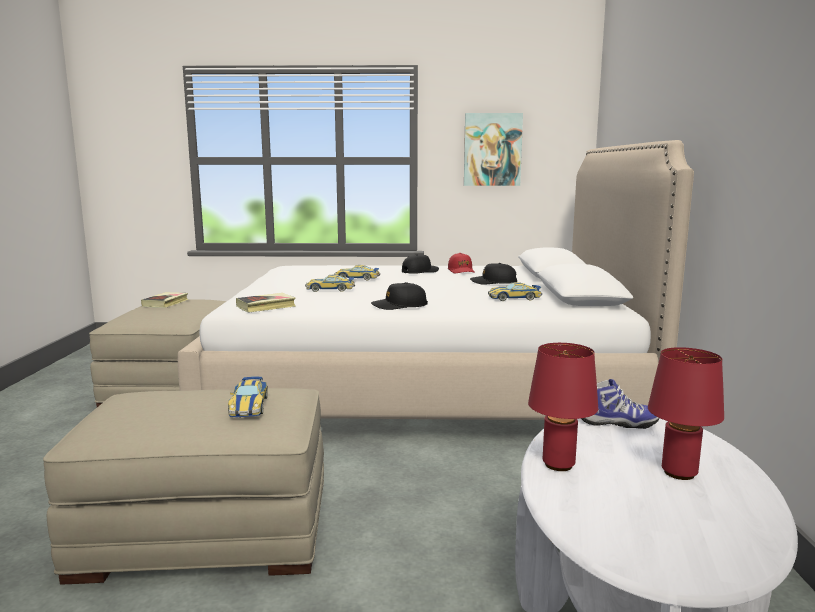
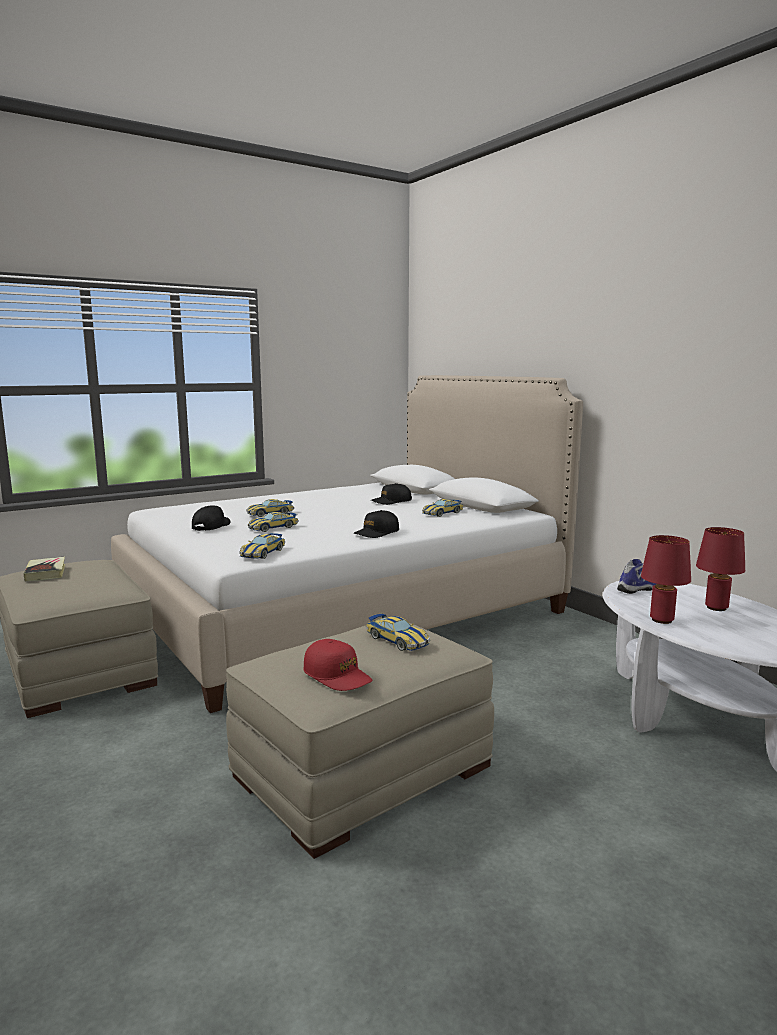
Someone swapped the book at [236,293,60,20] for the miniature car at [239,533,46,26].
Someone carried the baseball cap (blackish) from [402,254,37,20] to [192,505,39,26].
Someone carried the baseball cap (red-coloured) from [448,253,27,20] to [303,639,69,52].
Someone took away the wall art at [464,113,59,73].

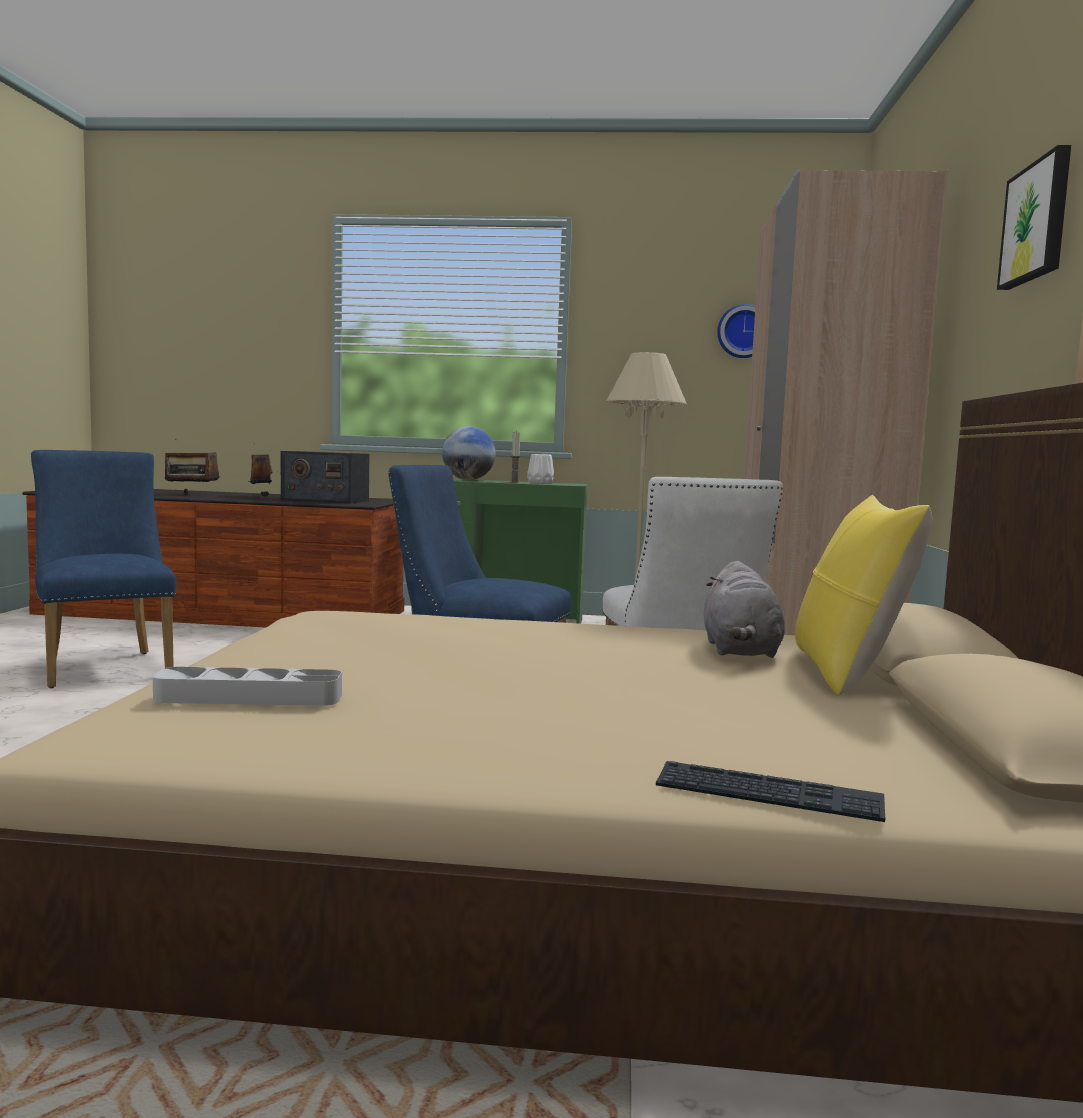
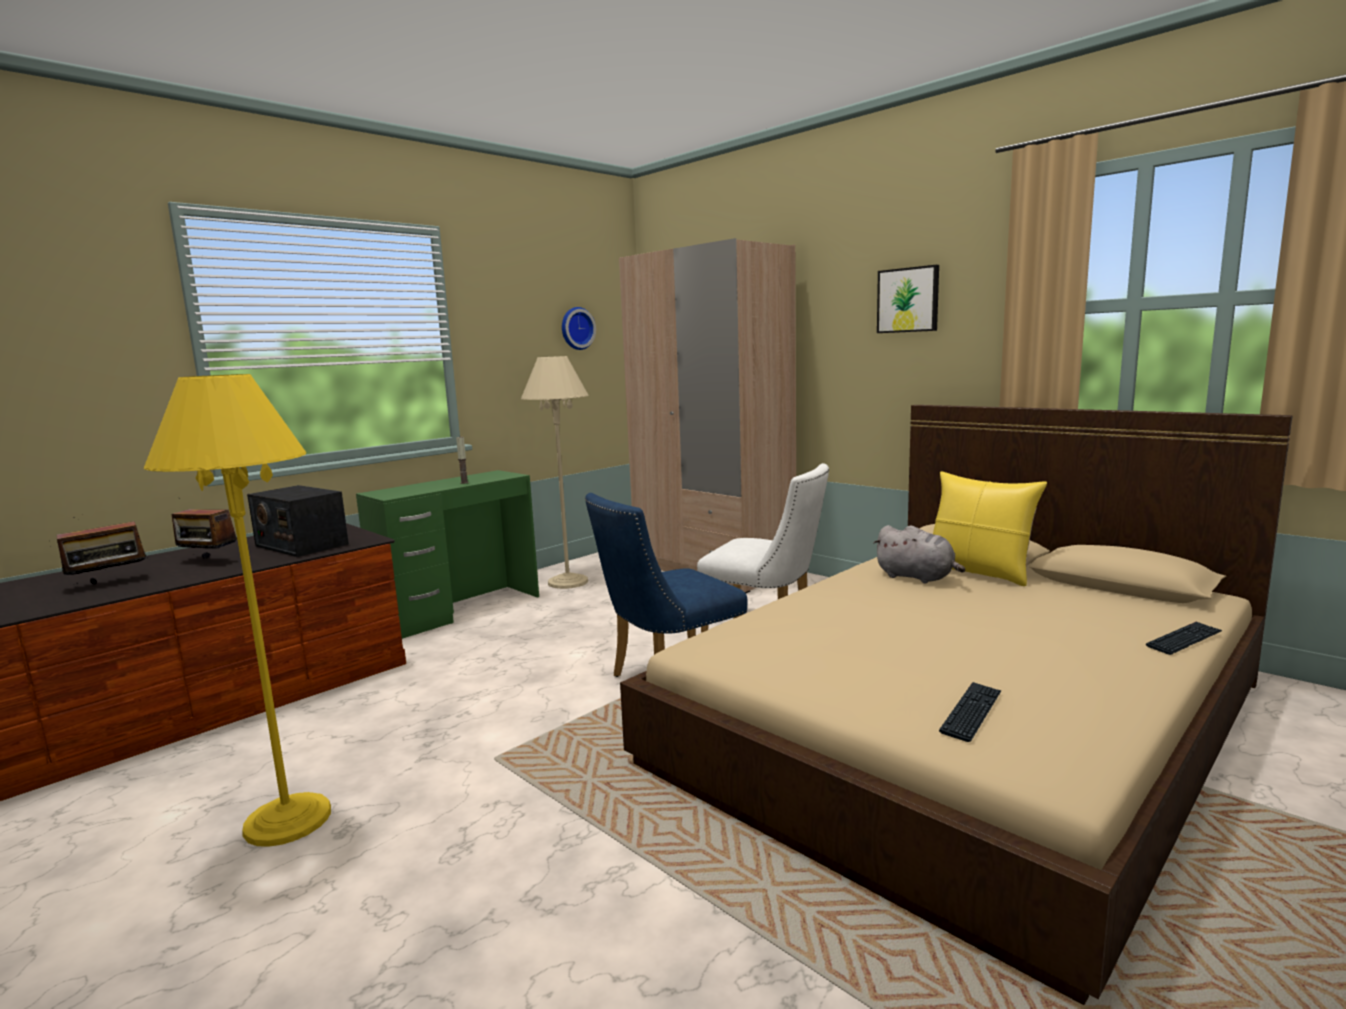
Someone swapped the plain chair (bluish) at [31,450,145,238] for the standing lamp (yellow) at [144,374,187,473].
Someone swapped the carrying tray (greyish) at [153,667,189,39] for the computer keyboard at [939,682,62,60].
Someone rotated the radio set at [281,451,88,52] by 75 degrees clockwise.
Someone took away the world globe at [442,426,54,54].
Someone took away the flower vase (white-coloured) at [527,454,27,30].

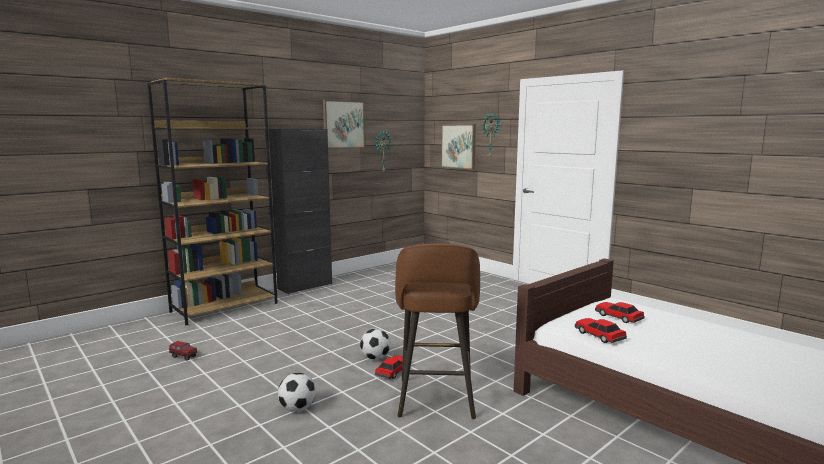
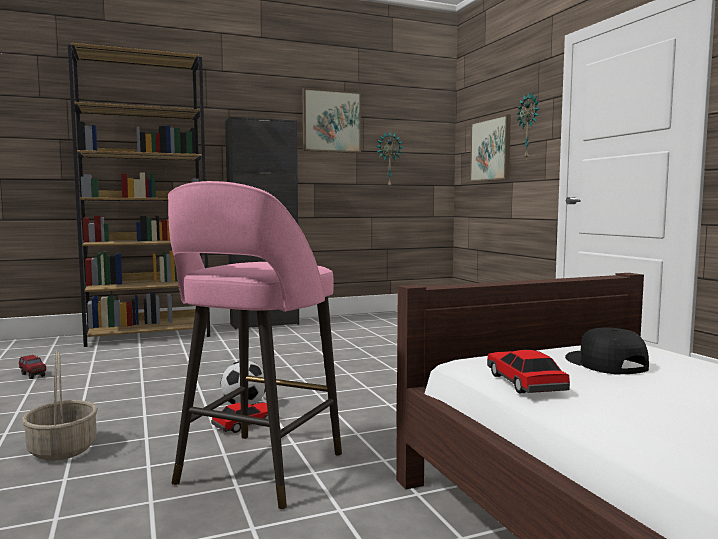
Someone swapped the football ball at [278,373,38,39] for the basket at [22,350,76,111].
Someone repainted the stool (brown) at [395,244,85,175], which became the stool (pinkish) at [168,181,174,329].
Someone swapped the miniature car at [595,302,50,21] for the baseball cap (blackish) at [565,328,84,47].

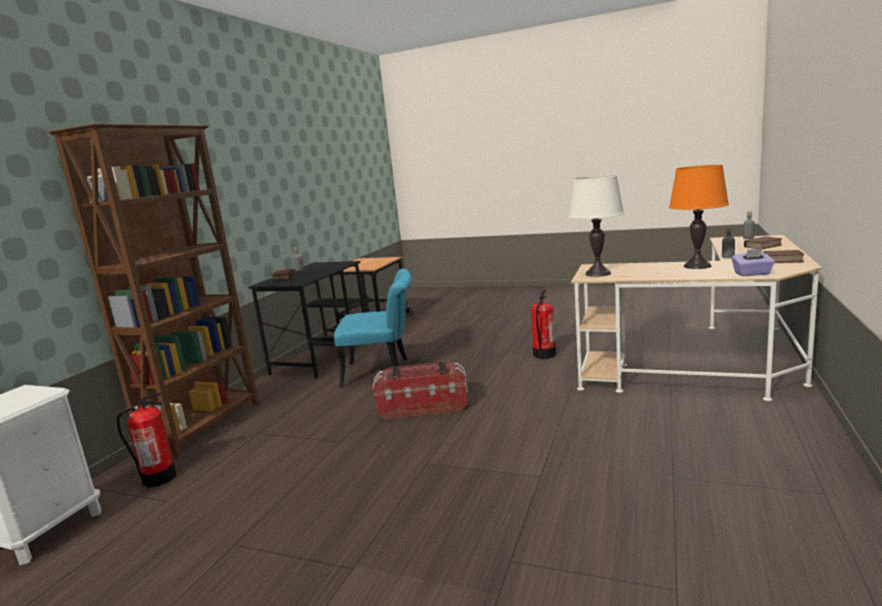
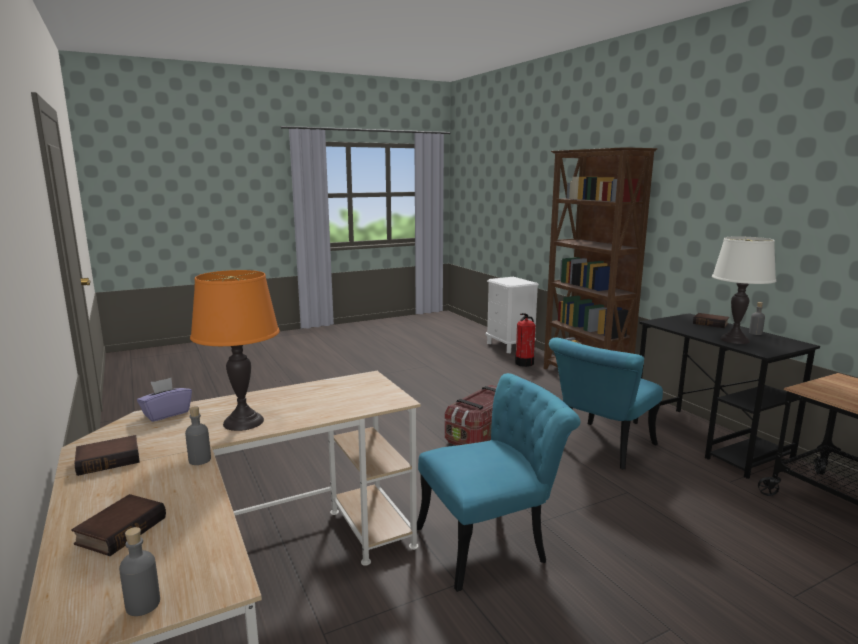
Someone swapped the fire extinguisher at [531,289,25,70] for the plain chair (turquoise-coloured) at [417,373,163,219].
Someone carried the tabletop lamp (white-coloured) from [569,175,55,102] to [712,236,64,108].

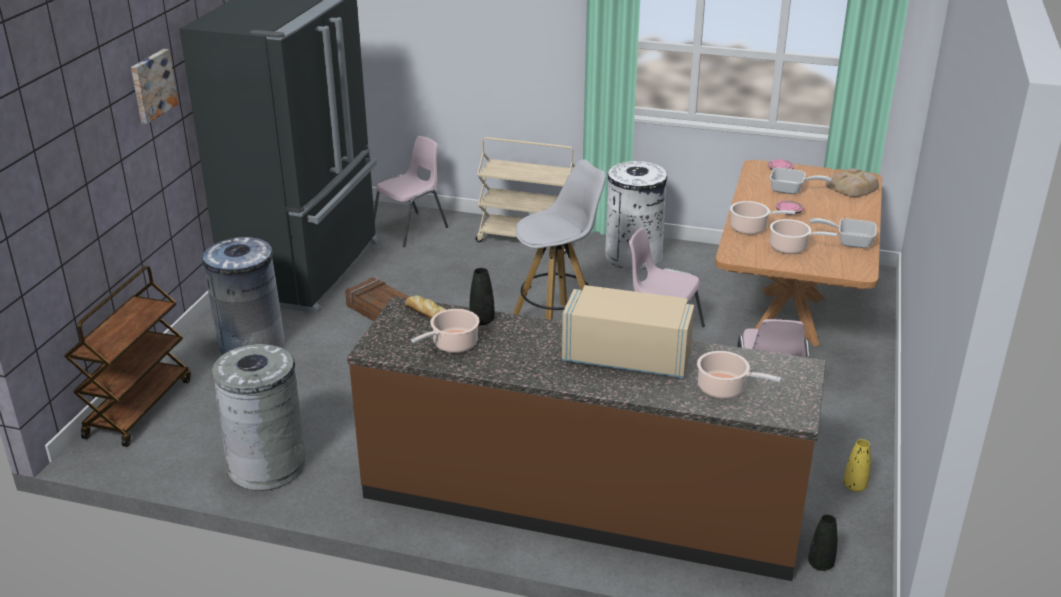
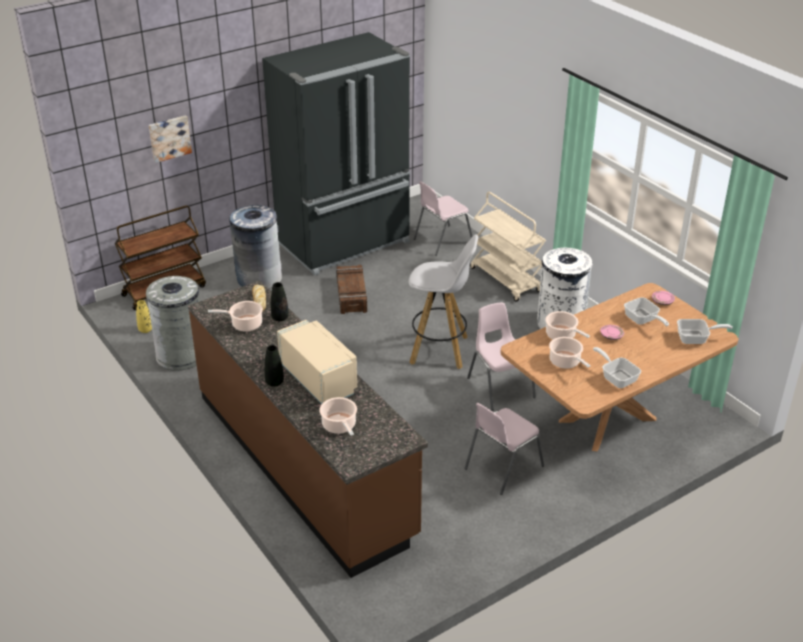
Someone carried the wall art from [131,49,47,75] to [149,115,43,48].
Someone rotated the plain chair (pinkish) at [374,136,74,111] by 150 degrees clockwise.
Someone carried the flower vase (blackish) from [808,514,29,57] to [264,345,20,42].
Someone swapped the baked bread at [826,168,53,29] for the skillet at [677,319,56,25].
Someone carried the flower vase (yellow) from [844,439,27,53] to [136,300,16,33].

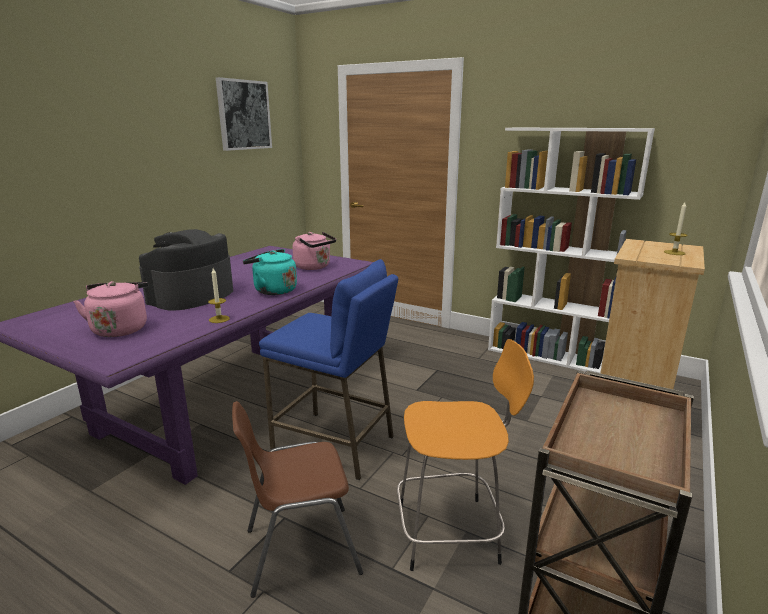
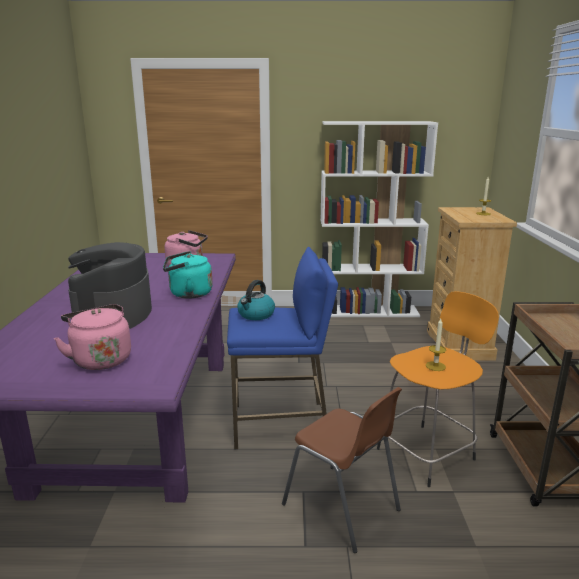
Someone carried the wax light from [208,268,22,55] to [426,319,20,52].
Someone took away the wall art at [216,77,56,74].
Someone rotated the plain chair (brown) at [232,401,131,197] by 90 degrees counterclockwise.
Someone put down the tea kettle at [237,280,38,40].

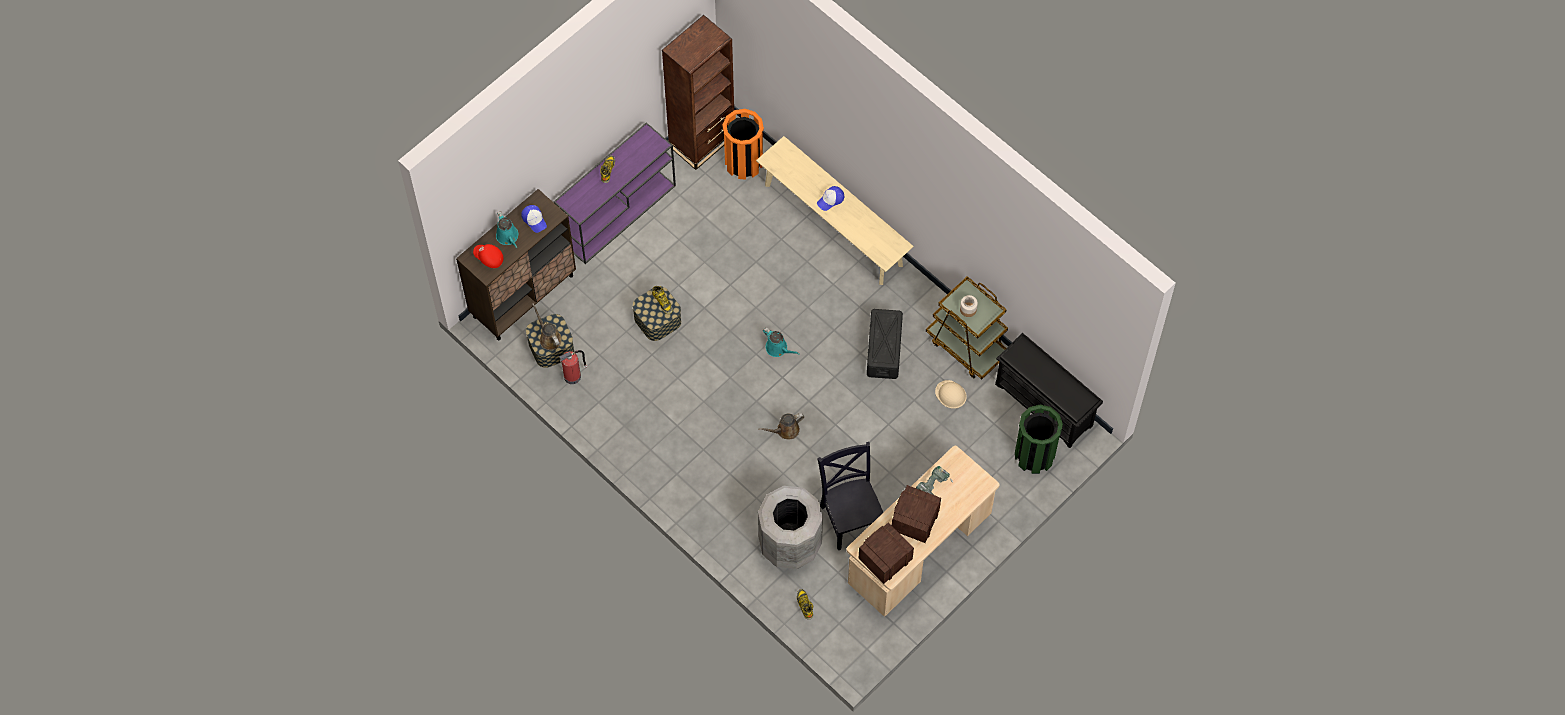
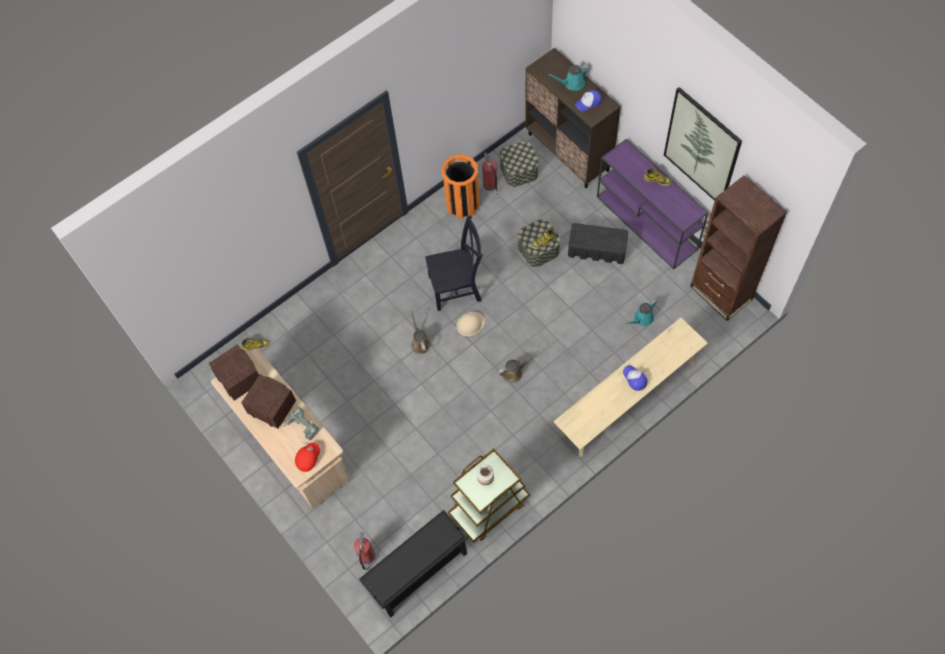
Someone carried the baseball cap (red-coloured) from [473,244,30,24] to [295,442,25,30].
Someone carried the watering can (brown) from [532,303,30,47] to [498,350,41,33].
Someone carried the waste bin (orange) from [723,109,41,71] to [442,154,38,65].
Someone took away the waste bin (greyish) at [758,486,65,83].
Someone carried the watering can (turquoise-coloured) from [763,327,37,30] to [626,299,31,27].
Someone carried the plain chair (blackish) from [818,442,65,108] to [425,215,58,96].
Someone carried the storage bin (blackish) from [867,309,36,70] to [568,223,60,41].
Someone carried the work helmet (beige) from [935,380,32,29] to [457,312,28,24].
Someone swapped the waste bin (green-coloured) at [1015,405,48,69] for the fire extinguisher at [354,532,21,40].
Someone put up the wall art at [664,87,78,114].

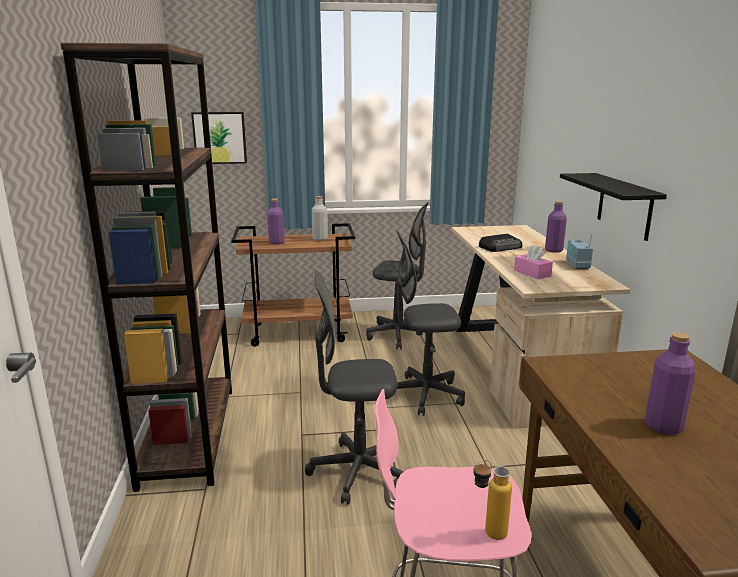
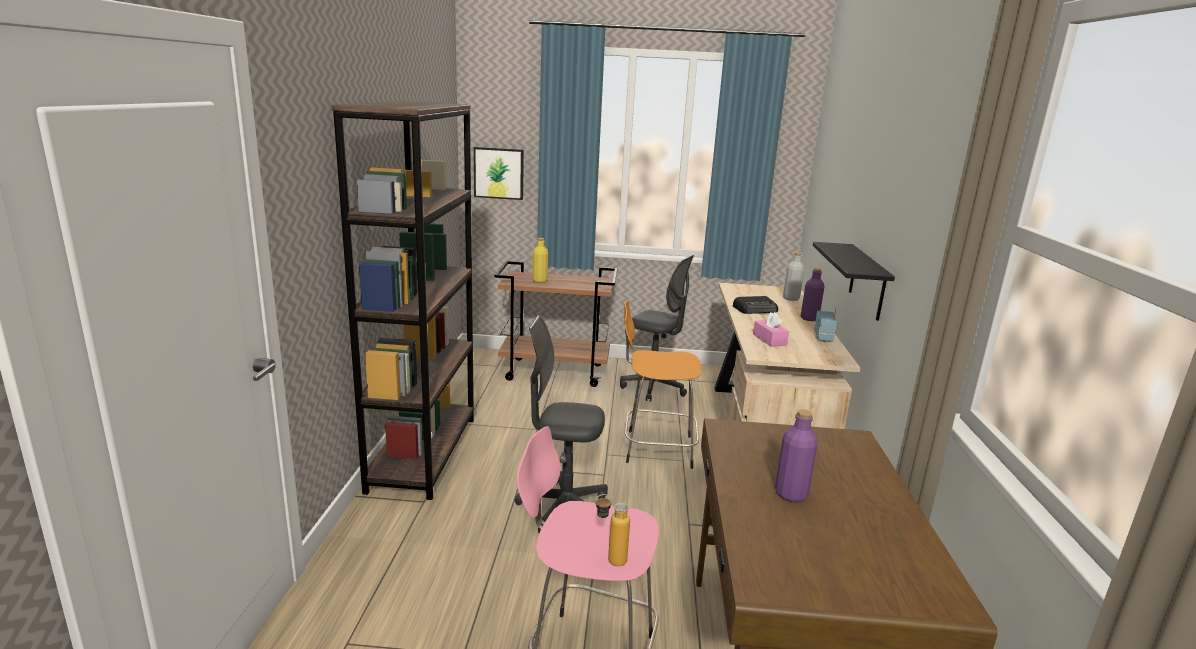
Someone repainted the drink bottle (purple-coloured) at [267,199,18,46], which became the drink bottle (yellow) at [532,238,16,45].
Someone carried the drink bottle (greyish) from [311,196,17,45] to [783,252,21,49].
Someone swapped the desk chair (greyish) at [397,231,68,185] for the stool (orange) at [624,300,78,169].

